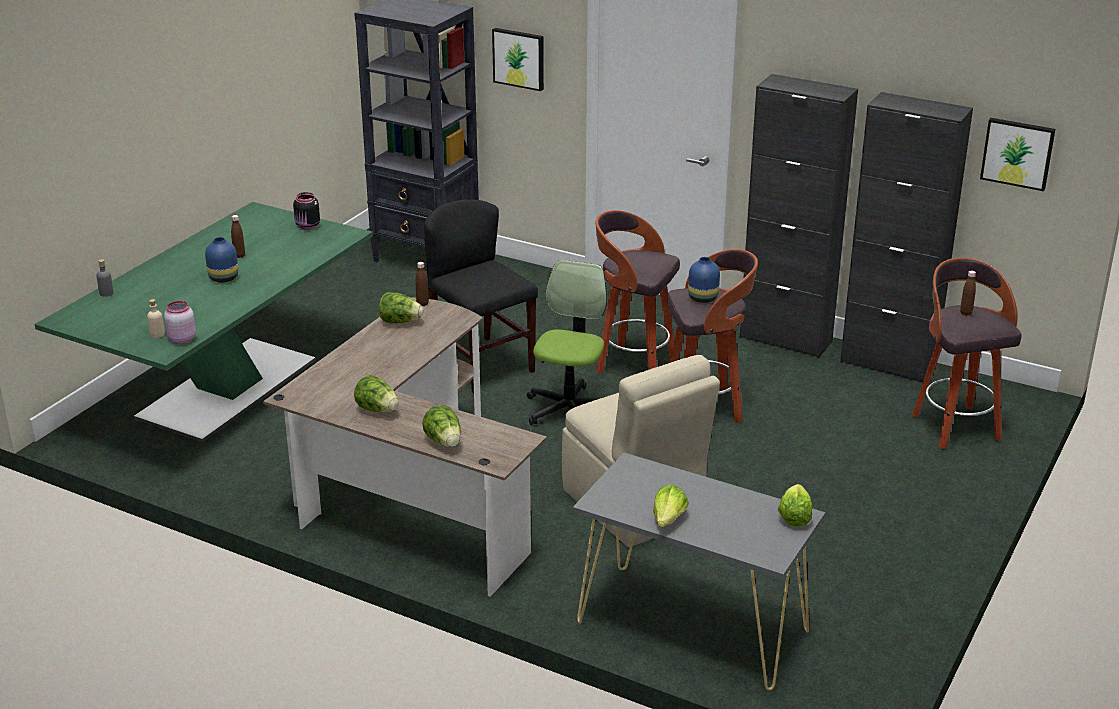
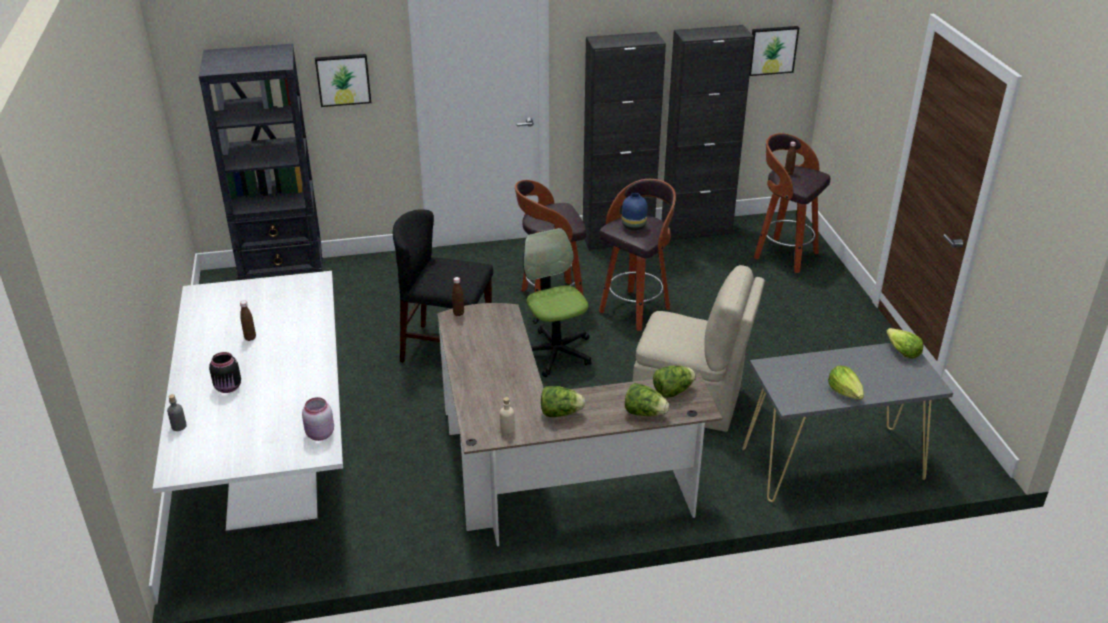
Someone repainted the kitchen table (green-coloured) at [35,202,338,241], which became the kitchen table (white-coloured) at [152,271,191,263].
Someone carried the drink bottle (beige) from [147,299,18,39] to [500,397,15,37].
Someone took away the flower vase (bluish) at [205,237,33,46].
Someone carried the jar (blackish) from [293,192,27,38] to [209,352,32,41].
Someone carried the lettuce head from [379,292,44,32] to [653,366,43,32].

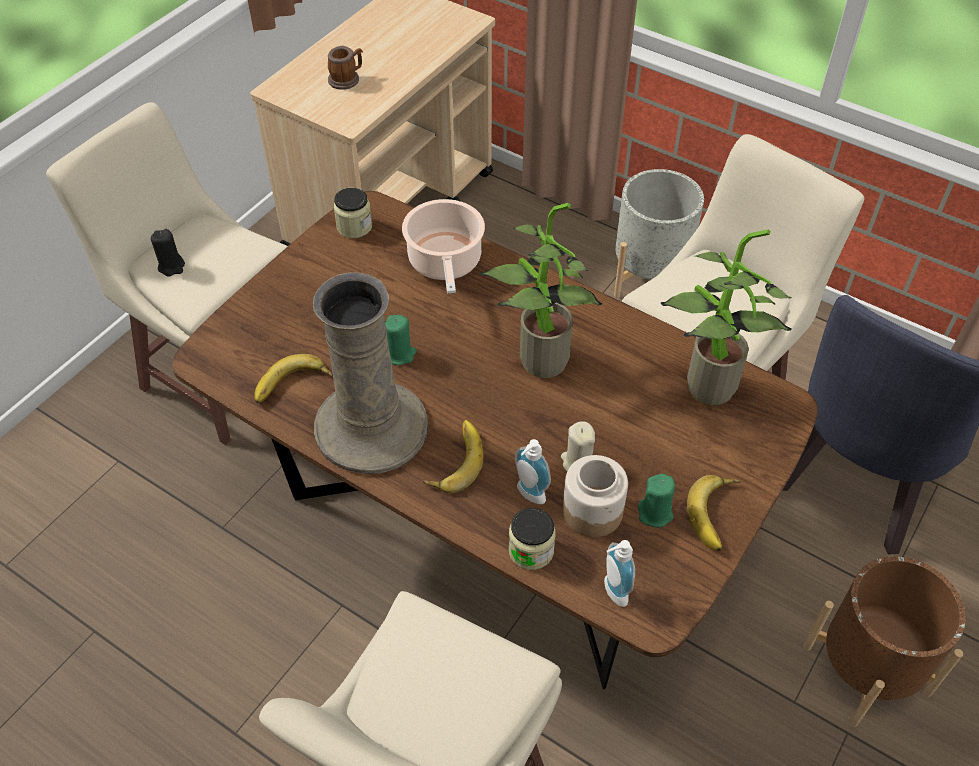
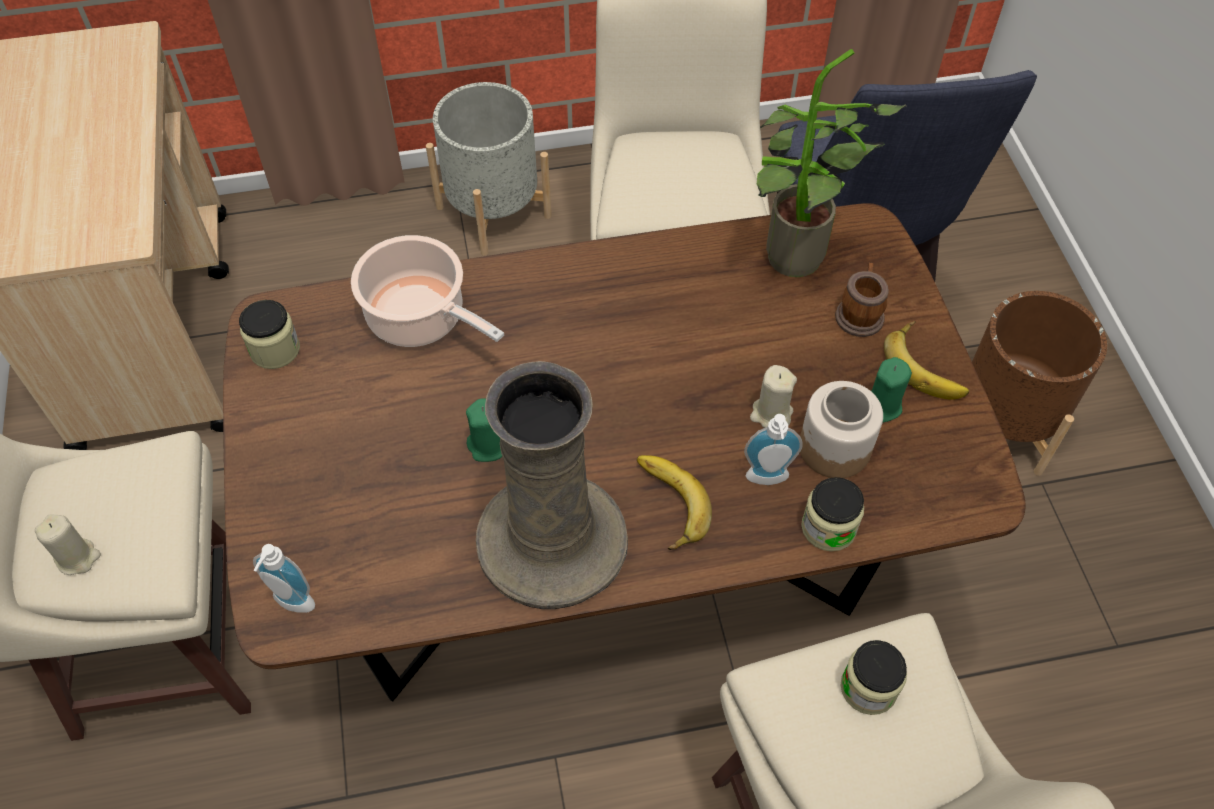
Someone repainted the wax light (blackish) at [151,229,34,48], which became the wax light (beige) at [35,514,66,61].
Someone took away the banana fruit at [255,354,77,49].
Someone carried the tea mug from [328,46,35,44] to [835,263,54,74].
Someone took away the plant in a pot at [479,203,123,175].
Someone carried the liquid soap bottle from [604,540,31,67] to [253,544,62,69].
Someone put down the jar at [841,640,66,75].

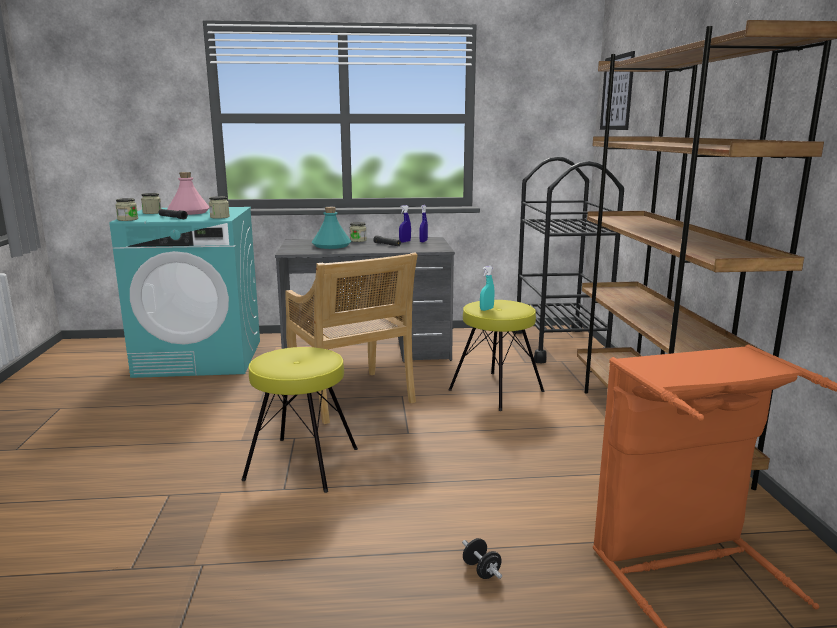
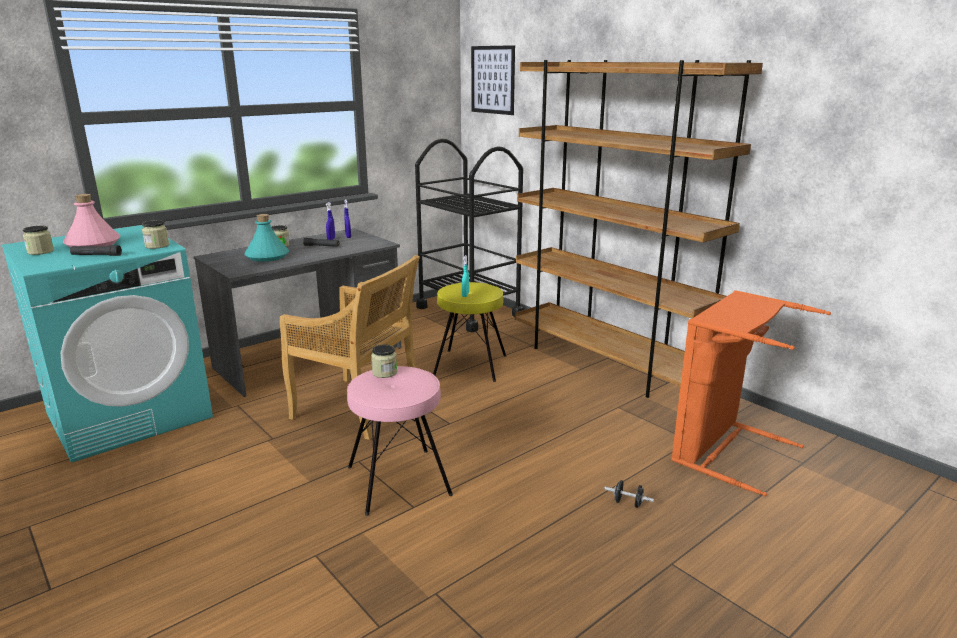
Someone carried the jar from [115,198,23,23] to [371,345,26,33].
Someone repainted the stool (yellow) at [241,347,117,146], which became the stool (pinkish) at [347,366,106,150].

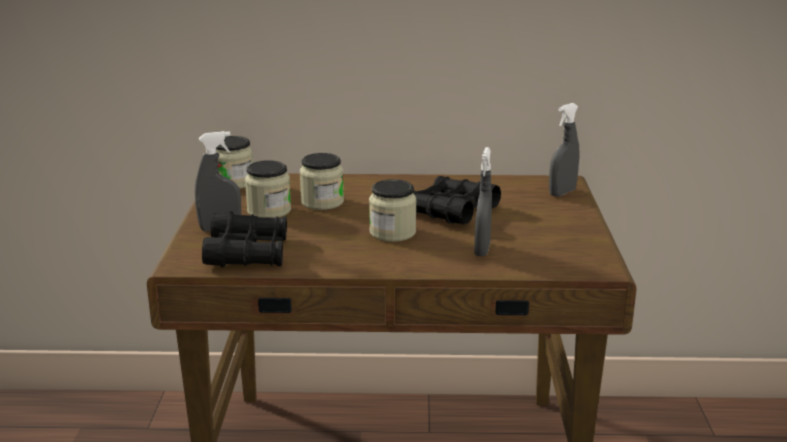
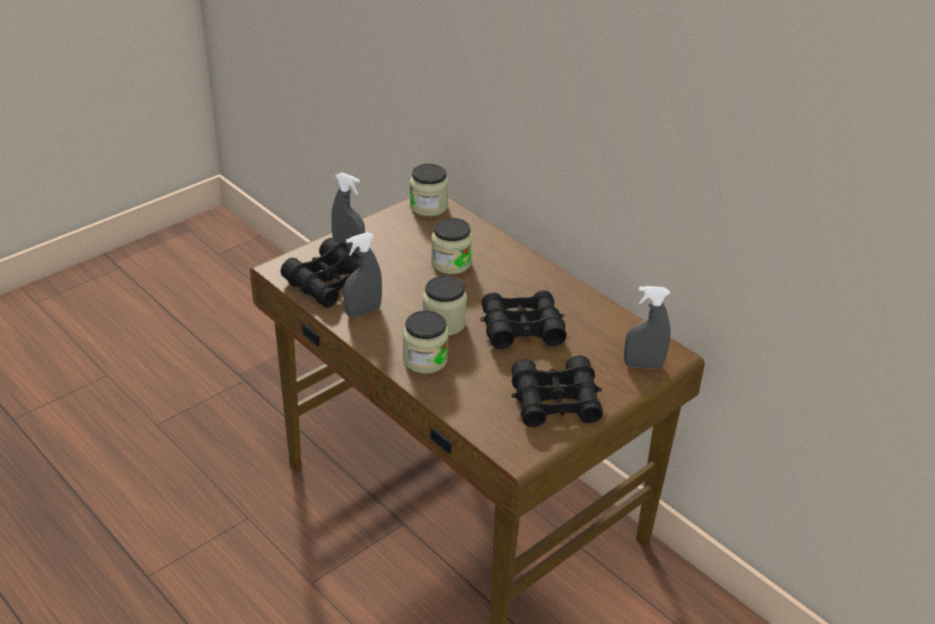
Someone carried the jar from [245,160,46,58] to [403,310,46,64].
Someone carried the sprayer (greyish) from [474,147,18,109] to [343,232,39,85].
Someone put down the field glasses (blackish) at [511,356,92,71].

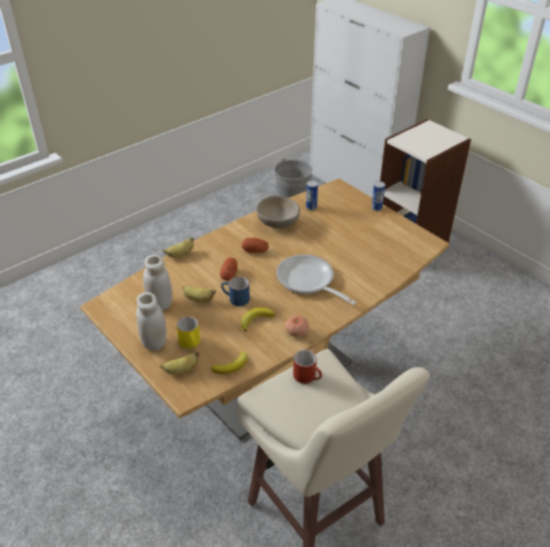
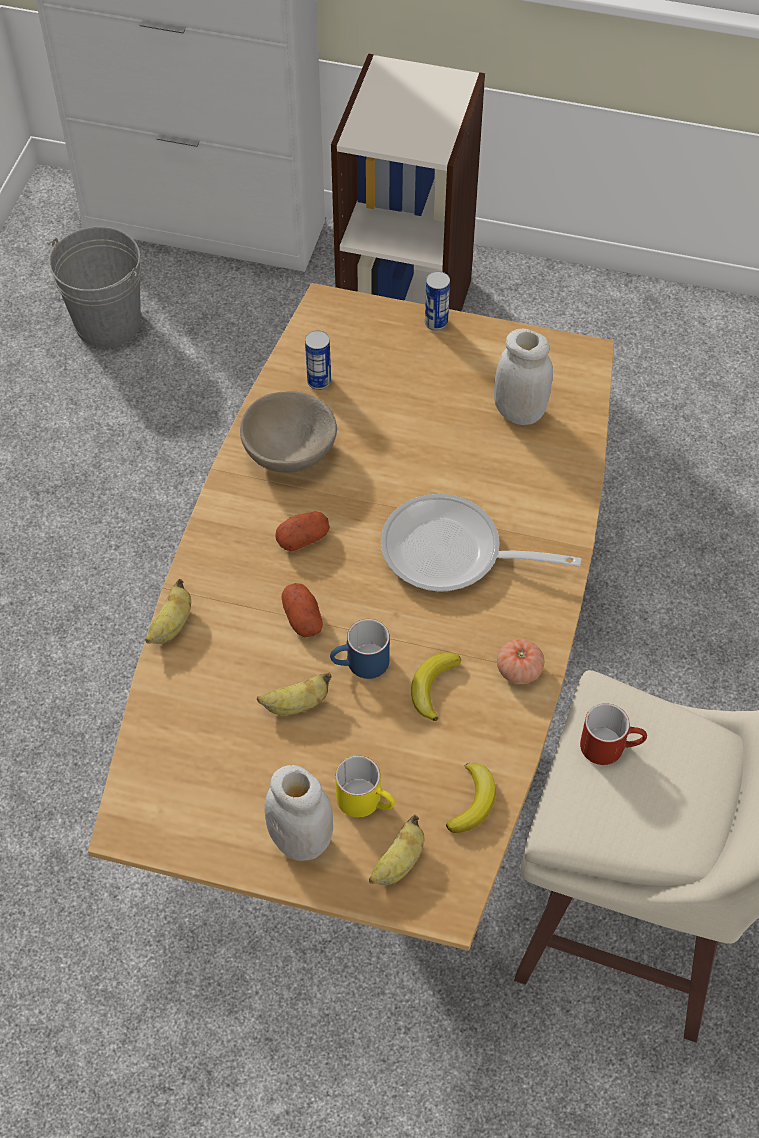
Someone carried the jar (white-coloured) from [143,255,29,56] to [494,329,59,96].

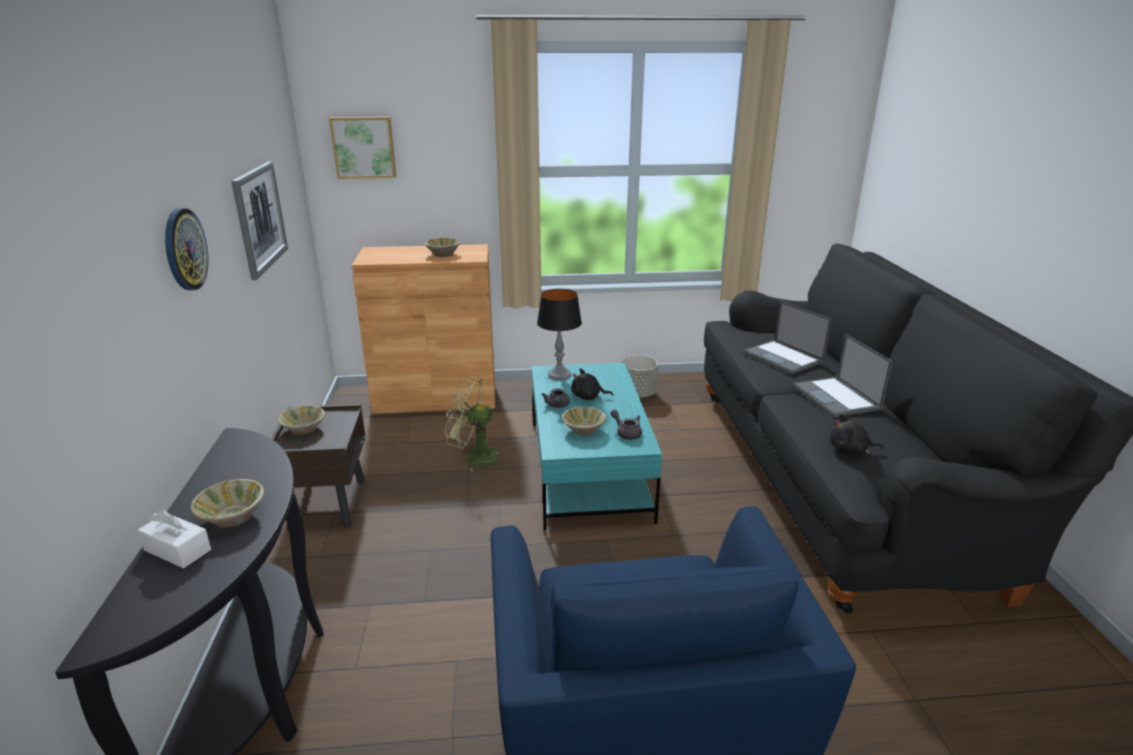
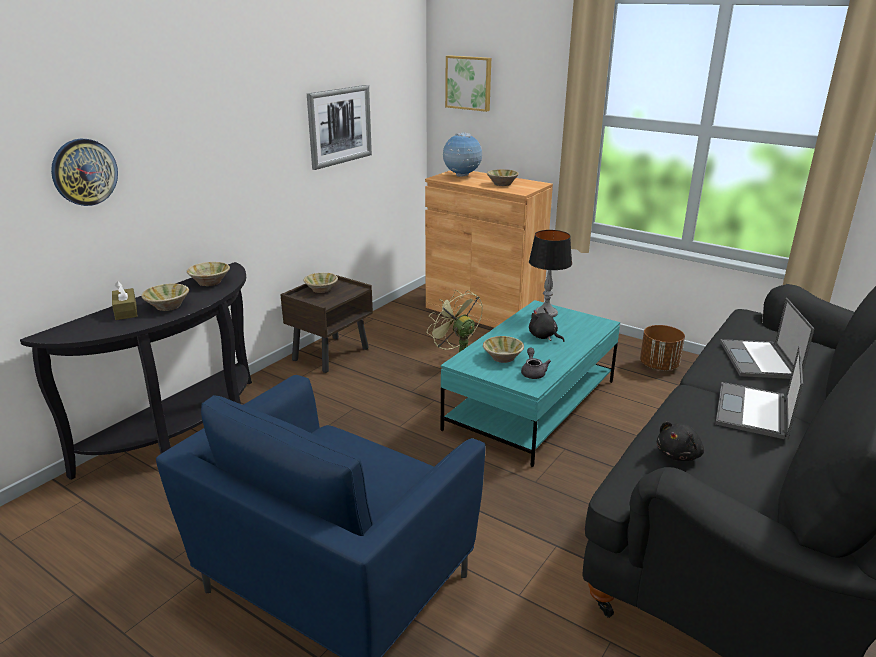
Someone repainted the box of tissues (white-coloured) at [137,509,74,59], which became the box of tissues (brown) at [112,281,26,39].
Someone carried the hanging clock from [165,208,43,82] to [51,138,67,68].
Someone took away the tea pot (greyish) at [541,388,29,20].
Someone repainted the flower pot (greyish) at [621,355,37,43], which became the flower pot (brown) at [640,325,45,45].
Someone rotated the plush toy (blackish) at [830,414,54,41] by 90 degrees counterclockwise.
Someone put down the bowl (beige) at [187,262,43,24].
Someone put down the world globe at [443,132,39,45].

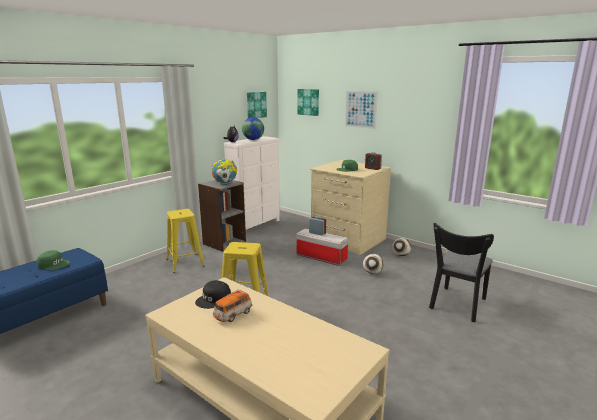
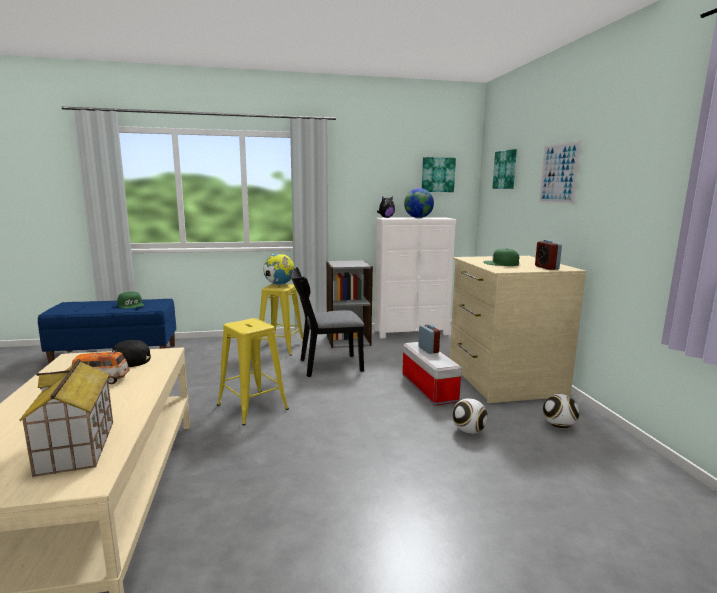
Someone carried the world globe from [212,159,25,25] to [263,254,32,31].
Someone carried the plain chair (blackish) from [429,223,65,99] to [290,267,74,110].
Someone put down the model house at [19,359,94,118].

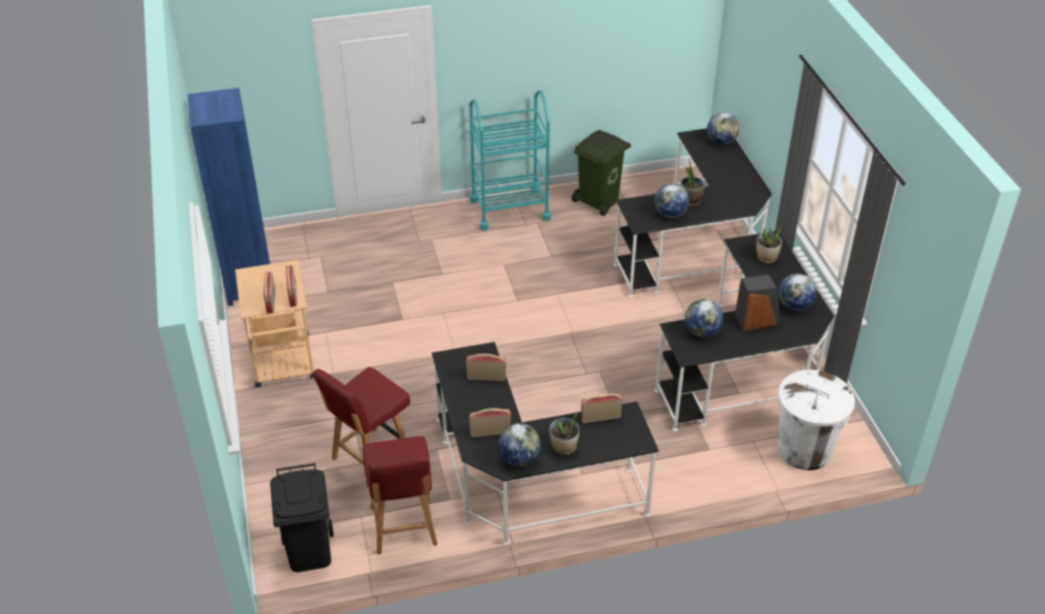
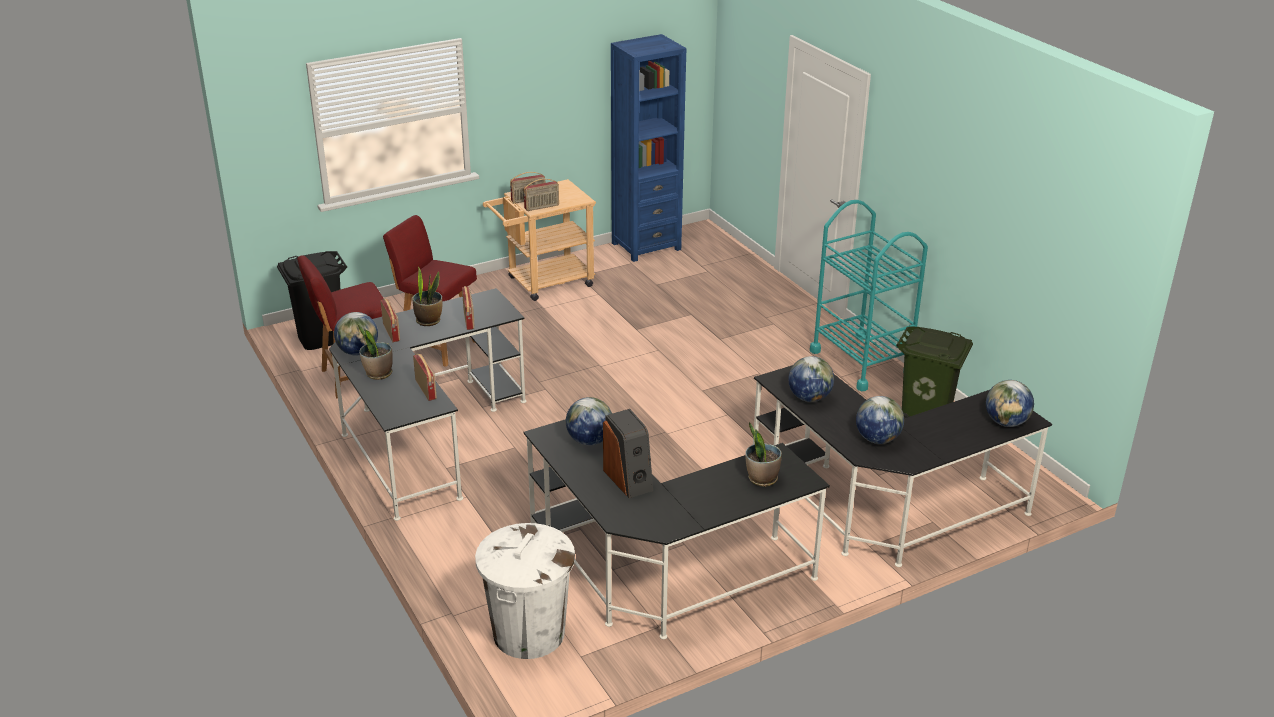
Someone carried the plant in a pot from [681,160,25,46] to [413,267,29,59].
Someone carried the world globe from [779,273,38,38] to [856,396,48,48].

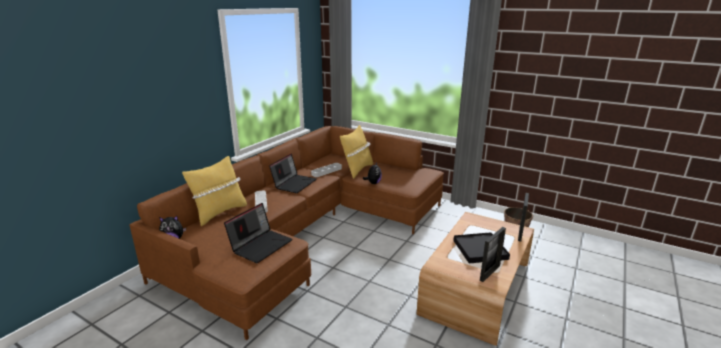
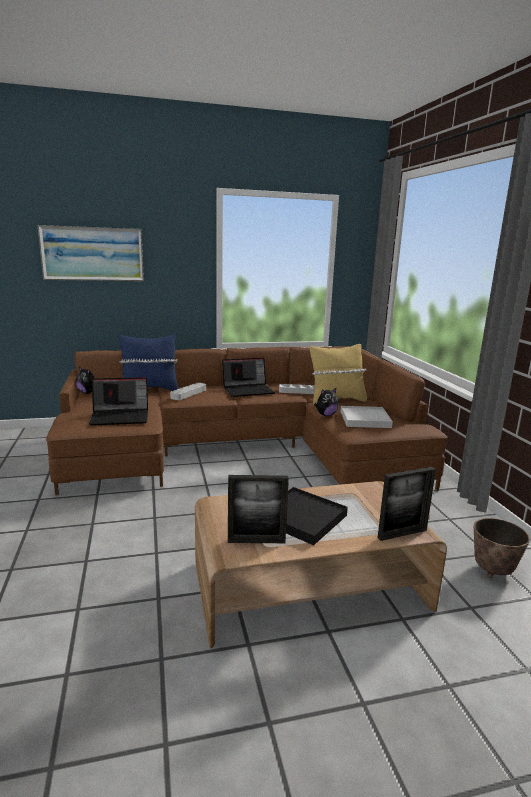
Someone repainted the throw pillow (yellow) at [182,156,65,70], which became the throw pillow (bluish) at [119,335,59,56].
Someone put up the wall art at [38,225,106,56].
Someone put down the carrying tray (white-coloured) at [341,406,52,22].

